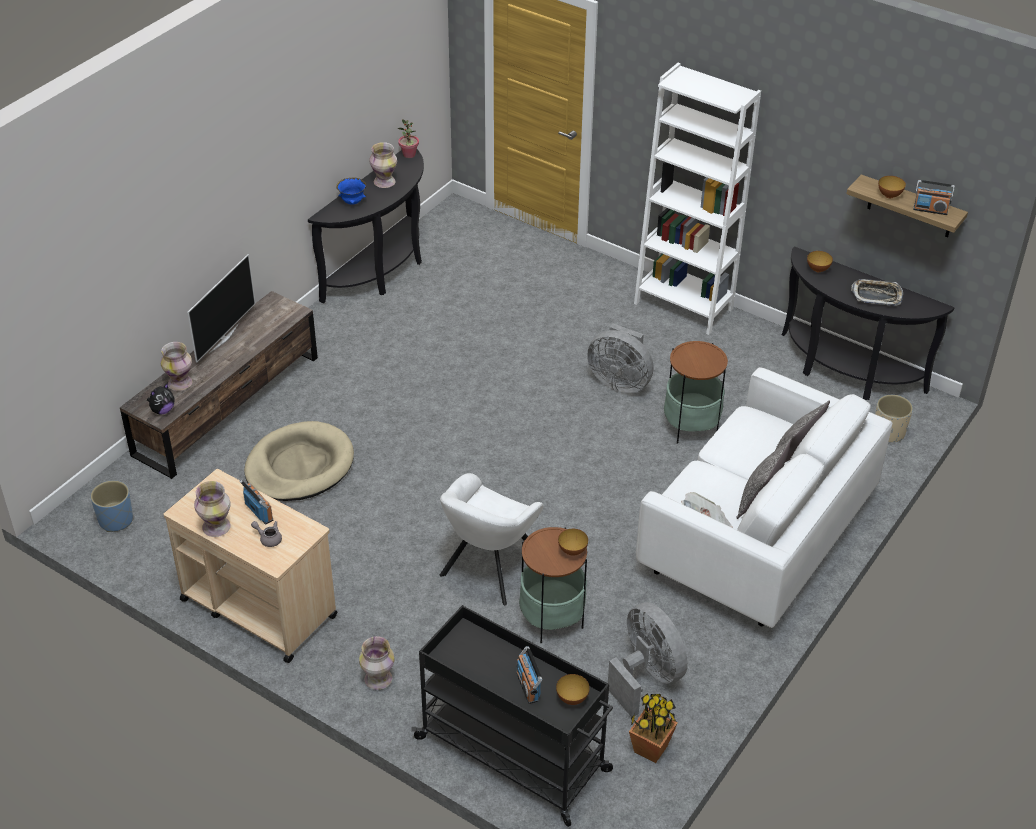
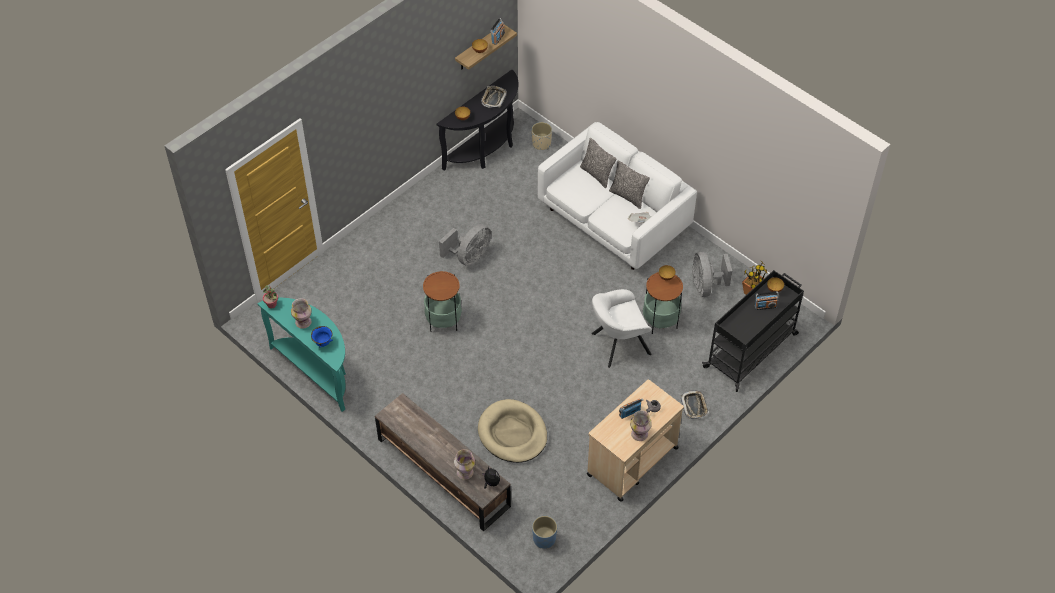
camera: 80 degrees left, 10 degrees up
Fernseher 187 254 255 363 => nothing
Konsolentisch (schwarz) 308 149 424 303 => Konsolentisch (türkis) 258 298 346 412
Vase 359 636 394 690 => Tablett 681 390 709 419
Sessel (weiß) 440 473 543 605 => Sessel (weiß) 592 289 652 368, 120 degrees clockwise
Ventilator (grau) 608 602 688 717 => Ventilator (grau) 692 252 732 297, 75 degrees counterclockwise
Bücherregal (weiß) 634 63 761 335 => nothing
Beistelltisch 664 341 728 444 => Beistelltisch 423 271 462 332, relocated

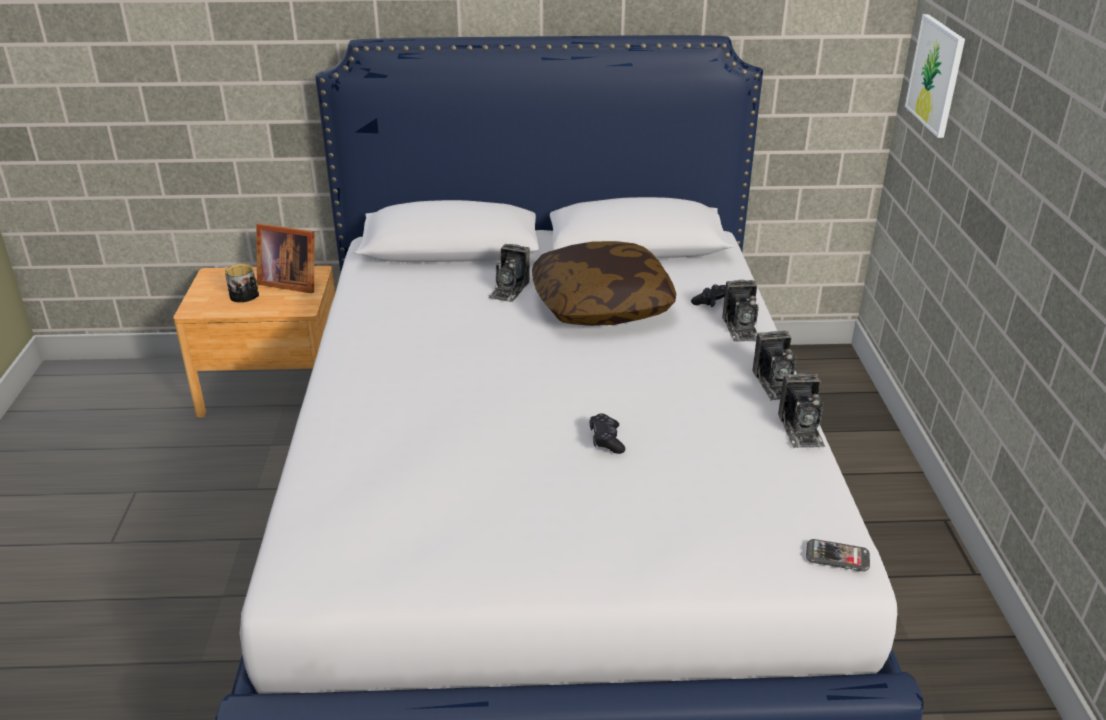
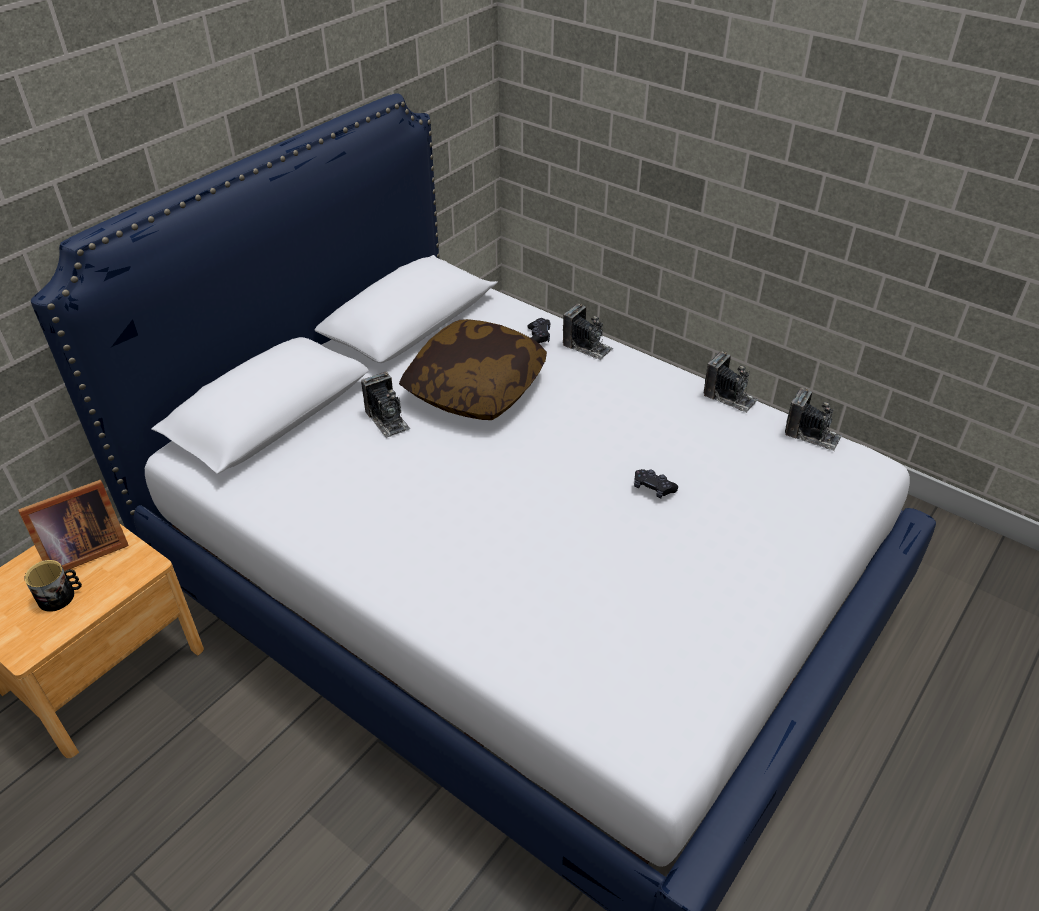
camera: 50 degrees left, 10 degrees up
Kamera 752 331 797 401 => Kamera 785 388 842 451, relocated
Handy 806 539 870 572 => nothing
Bild 905 14 965 138 => nothing

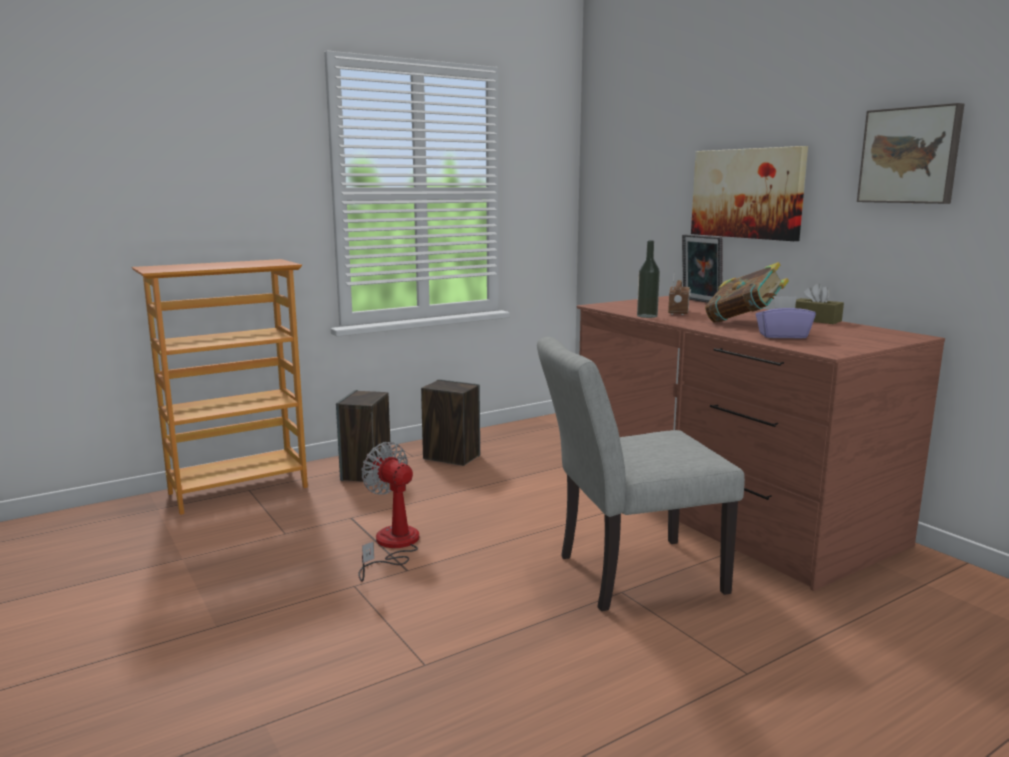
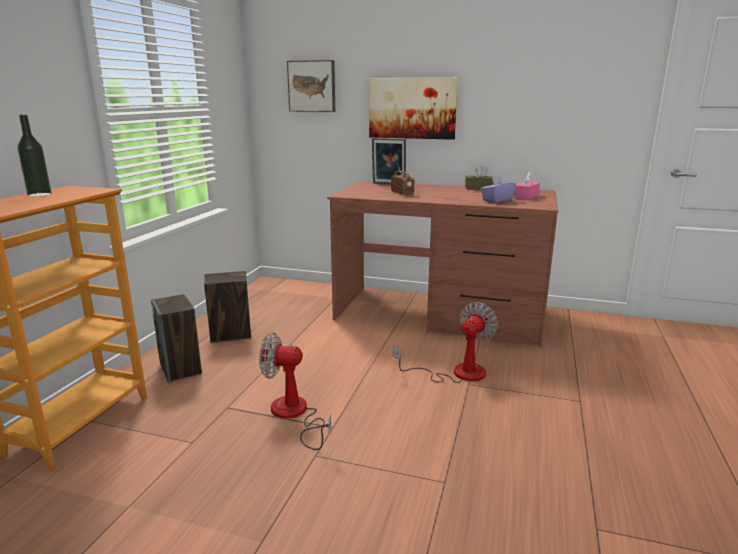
camera: 40 degrees left, 5 degrees up
Stuhl (grau) 537 337 745 611 => Ventilator 393 302 498 383
Flasche 637 240 660 318 => Flasche 17 115 52 197, relocated
Buch 705 262 789 323 => nothing
Bild 857 103 965 204 => Bild 287 60 335 112, relocated
nothing => Taschentuchbox (rosa) 513 172 540 200

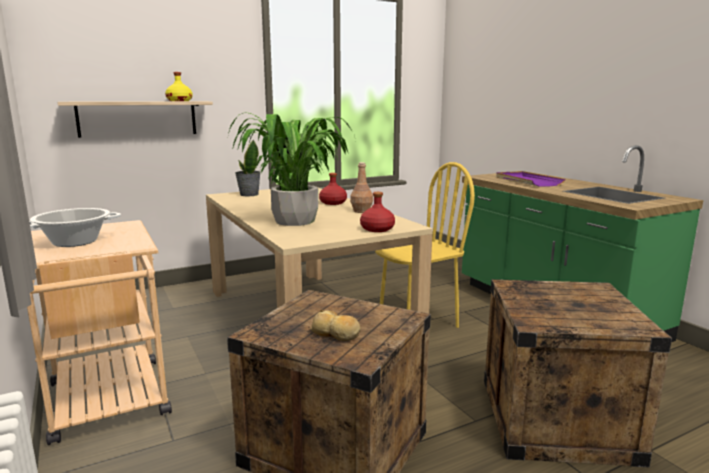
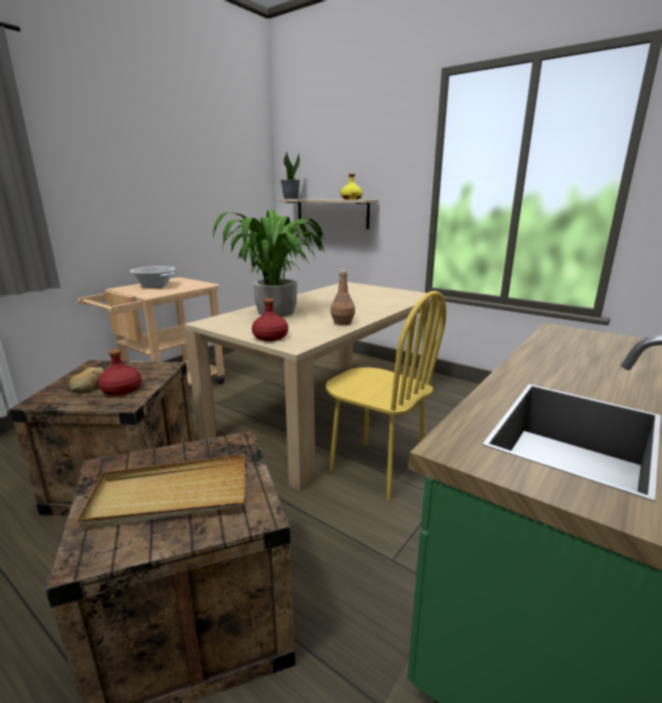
camera: 65 degrees right, 5 degrees up
Topfpflanze 235 139 260 196 => Topfpflanze 281 151 300 199, relocated
Flasche (rot) 319 173 347 205 => Flasche (rot) 98 349 141 396, relocated
Tablett (lila) 496 171 565 187 => nothing
nothing => Tablett (beige) 78 454 245 530

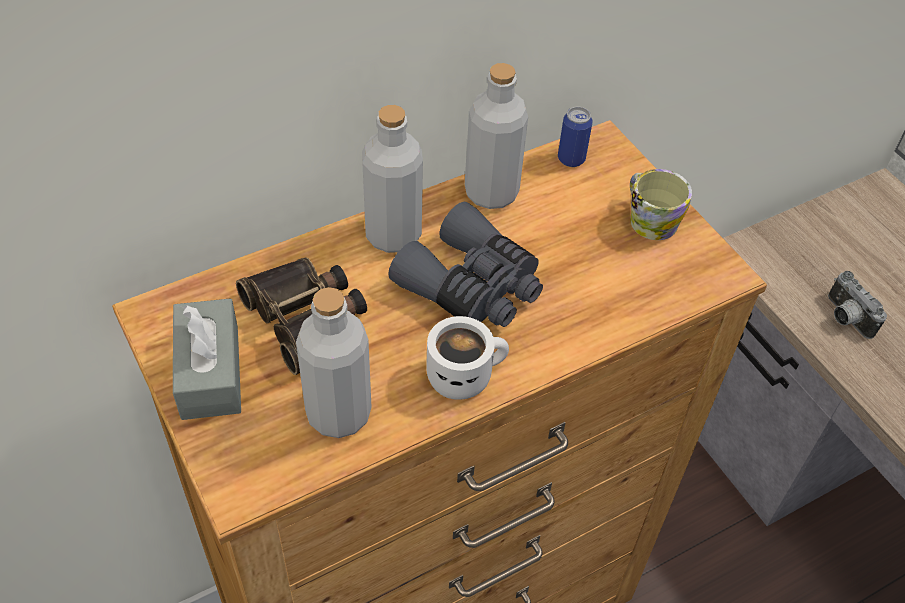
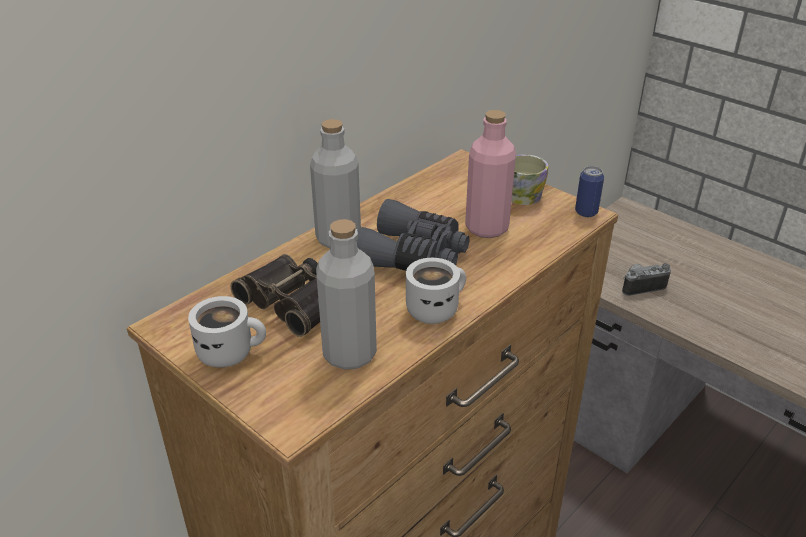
camera: 15 degrees left, 15 degrees down
Taschentuchbox (grau) 173 298 241 420 => Henkelbecher (weiß) 188 296 266 367
Flasche (grau) 465 63 528 209 => nothing
Dose 558 106 593 167 => Dose 575 166 604 217, relocated
Kamera 828 271 887 339 => Kamera 622 263 671 296, 120 degrees clockwise
nothing => Flasche (rosa) 465 110 516 238

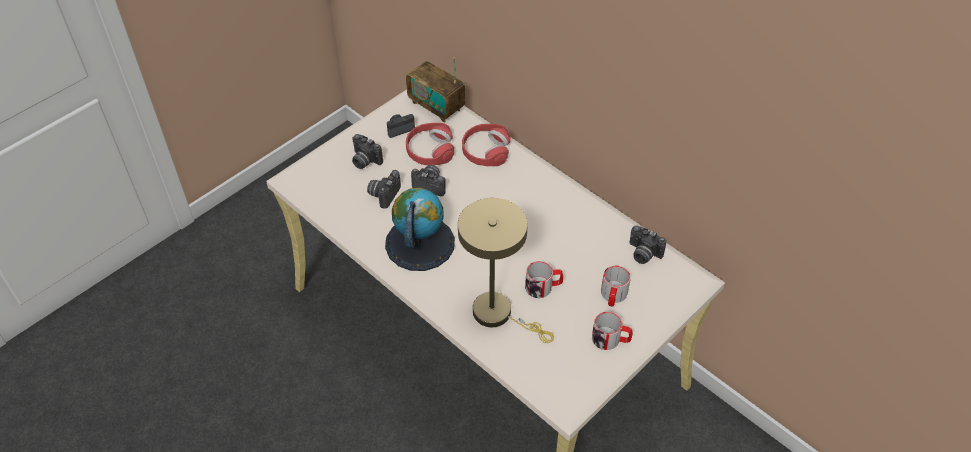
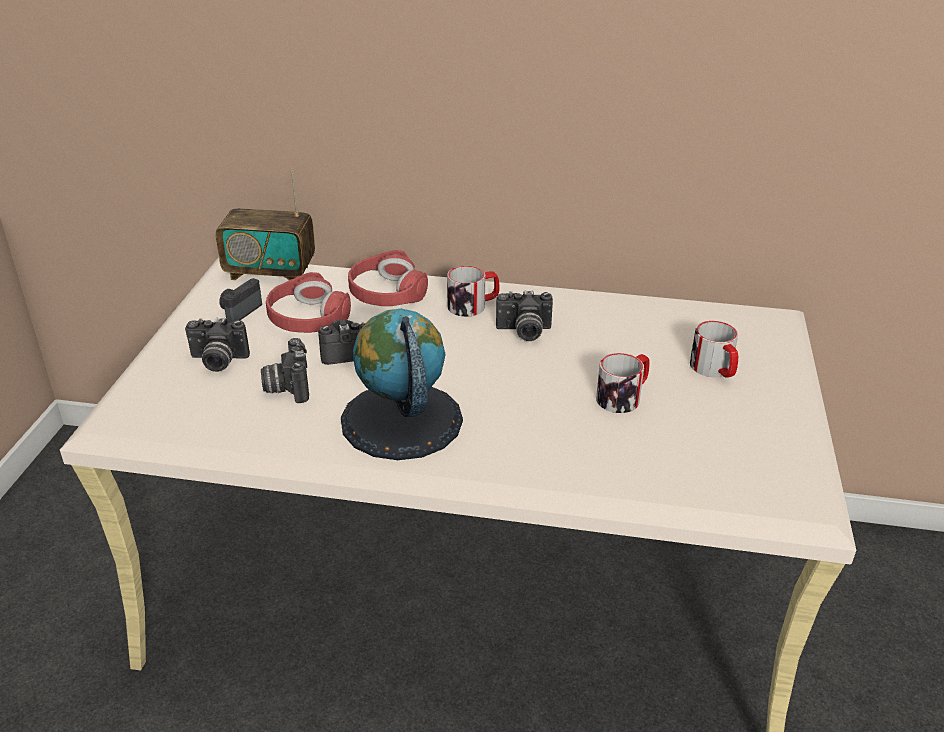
camera: 35 degrees left, 15 degrees down
Tischlampe (beige) 458 198 554 343 => nothing
Henkelbecher 592 311 632 350 => Henkelbecher 447 266 500 317, relocated
Kamera 629 225 666 264 => Kamera 496 290 553 341, relocated

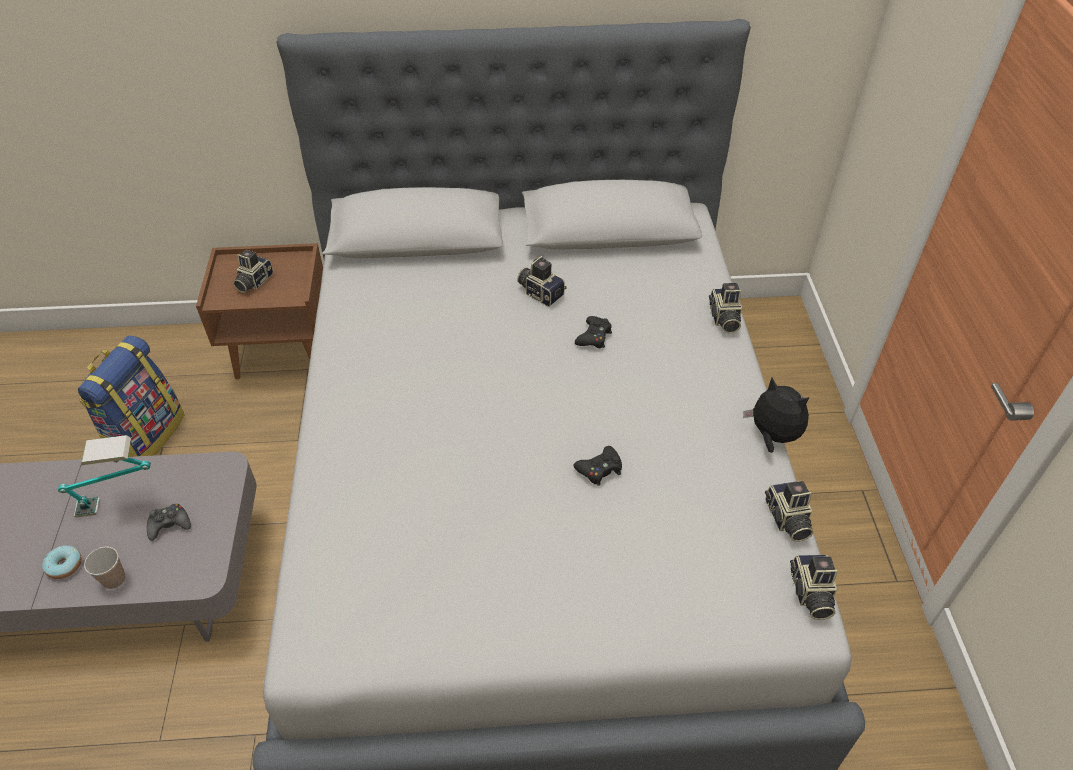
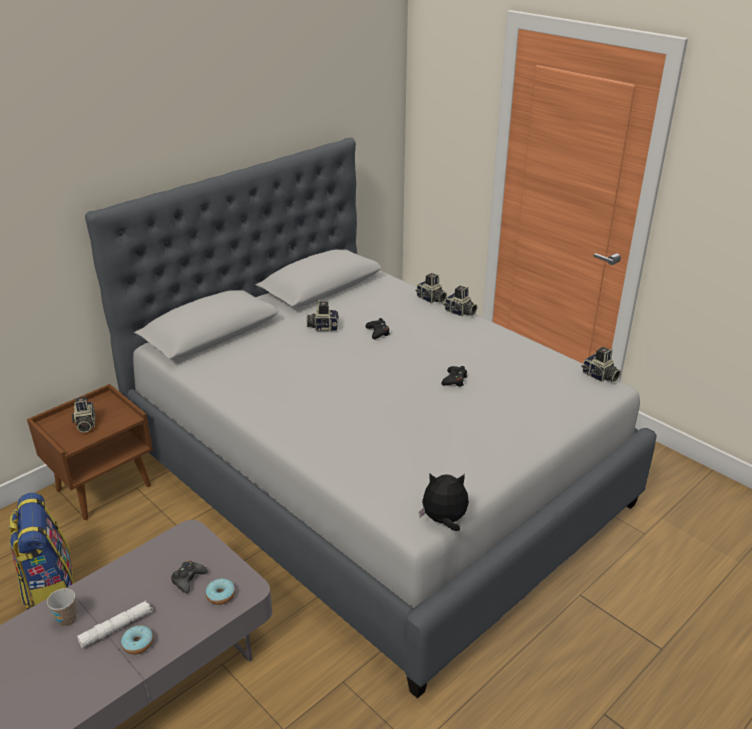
camera: 40 degrees left, 15 degrees down
Tischlampe 58 435 151 517 => nothing
Tasse 84 547 125 589 => Tasse 47 588 77 627, relocated
Plüschtier 743 378 809 453 => Plüschtier 419 474 469 531, relocated
Kamera 765 481 813 542 => Kamera 443 286 477 317, relocated
nothing => Taschenlampe (weiß) 77 600 153 648
nothing => Donut 206 578 235 605

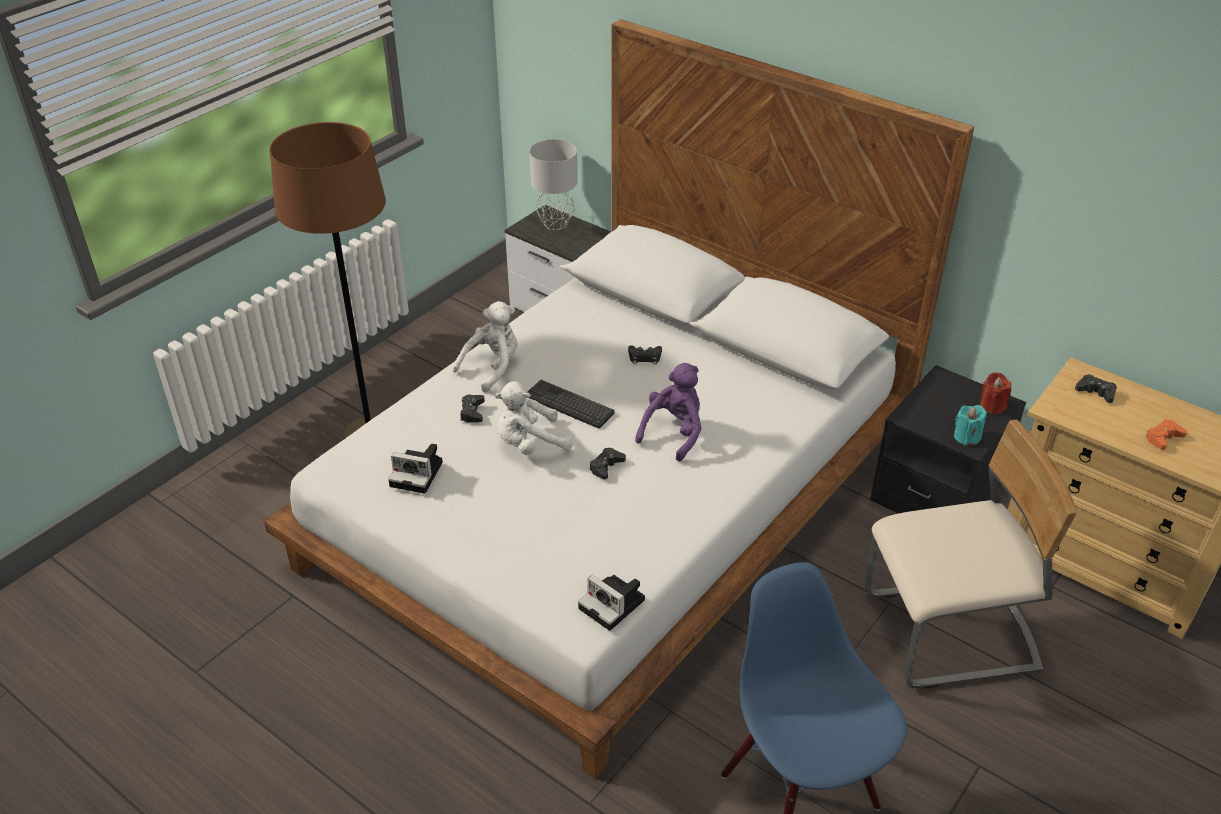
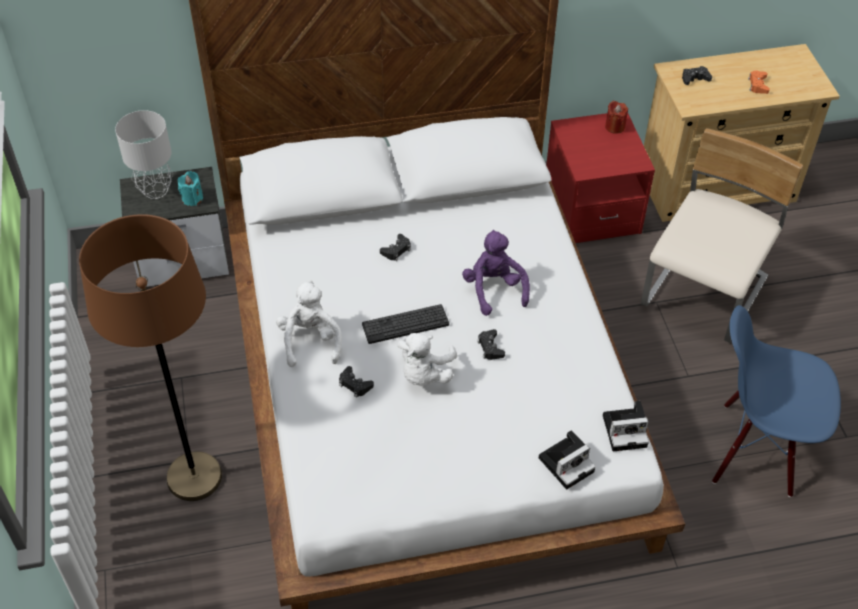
camera: 50 degrees left, 10 degrees up
Kamera 388 443 443 494 => Kamera 539 430 596 489, relocated
Nachttisch (schwarz) 870 365 1026 514 => Nachttisch (rot) 546 113 655 243
Kerze (türkis) 954 405 987 446 => Kerze (türkis) 177 171 203 206, relocated

